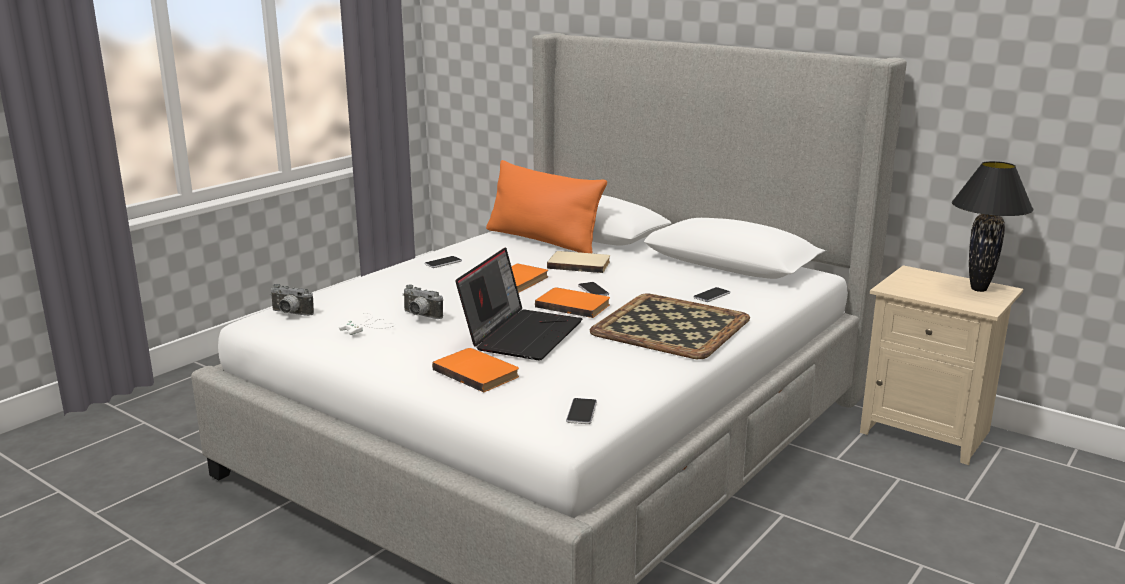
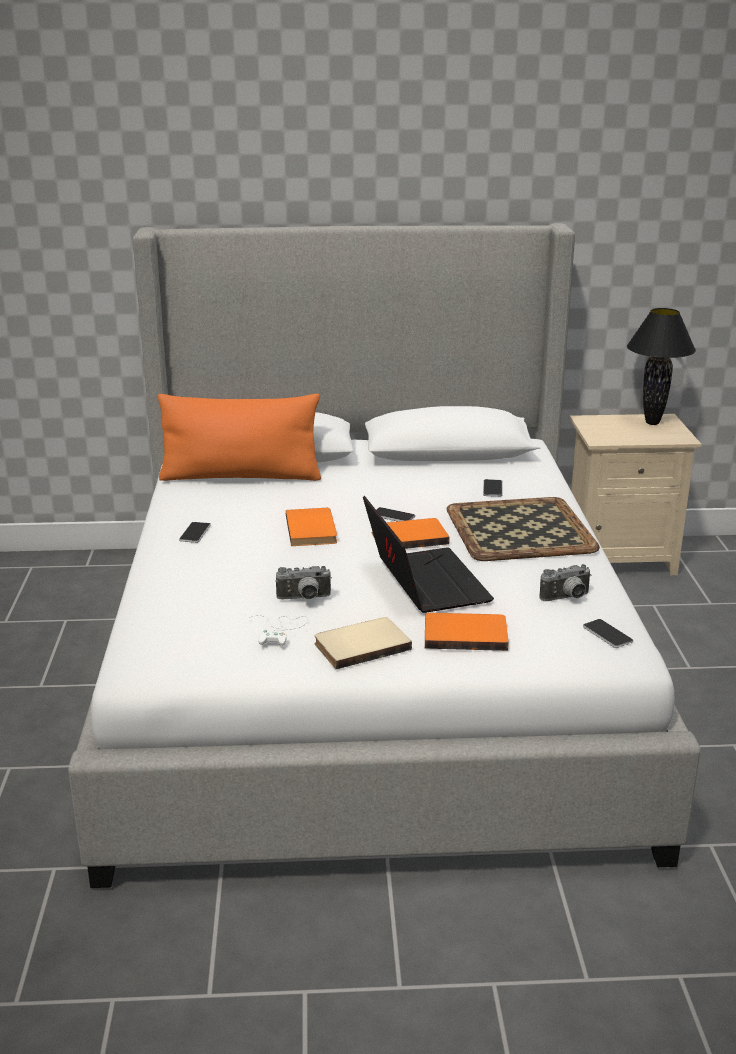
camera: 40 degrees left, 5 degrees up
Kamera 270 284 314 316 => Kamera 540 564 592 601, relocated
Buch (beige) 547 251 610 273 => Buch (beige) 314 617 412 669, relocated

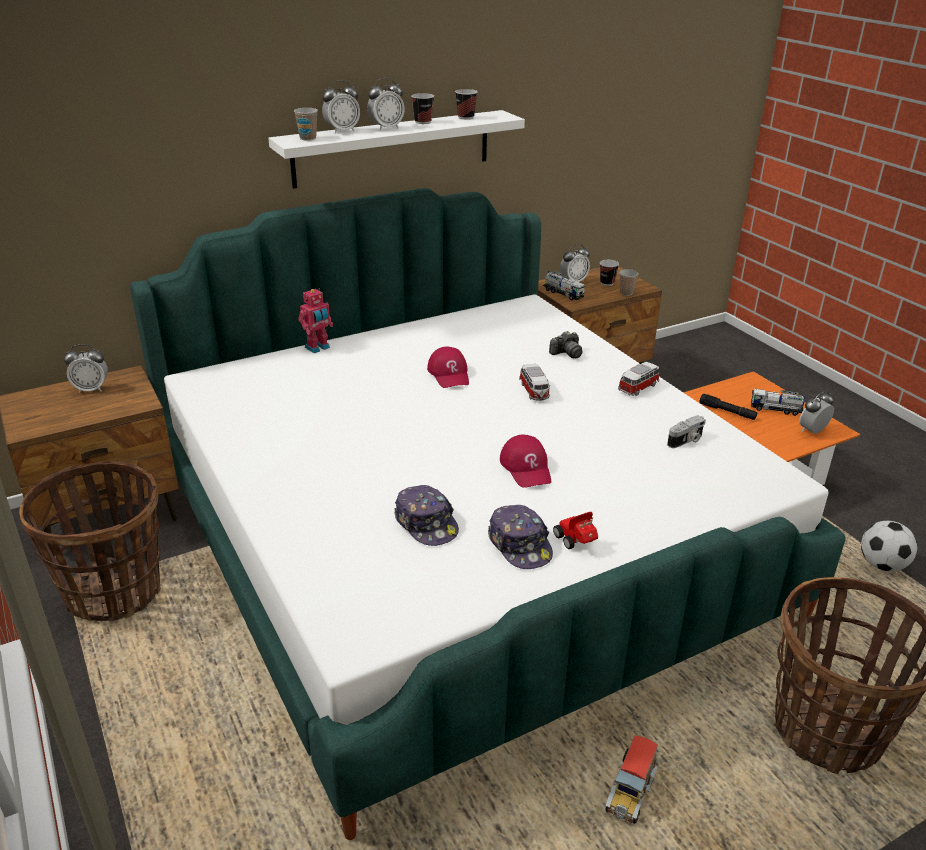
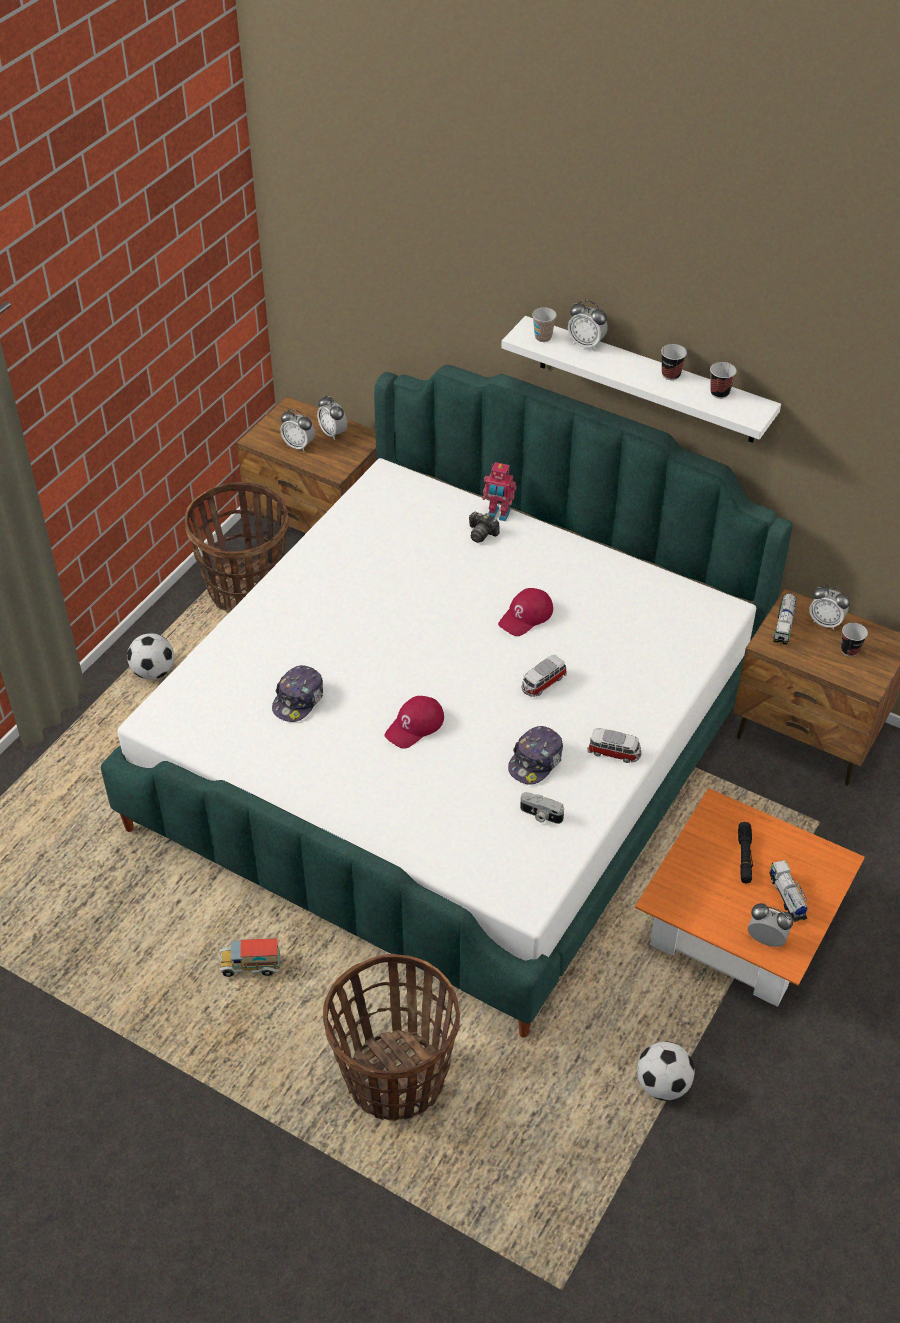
camera: 60 degrees right, 15 degrees up
Wecker 367 78 405 131 => Wecker 280 409 315 451, relocated
Kappe 488 505 553 569 => Kappe 508 726 563 785, relocated
Kamera 549 331 582 358 => Kamera 469 512 500 543, relocated
Spielzeugauto 553 512 598 549 => nothing
Tasse 619 269 638 296 => nothing
nothing => Fußball 127 633 174 680

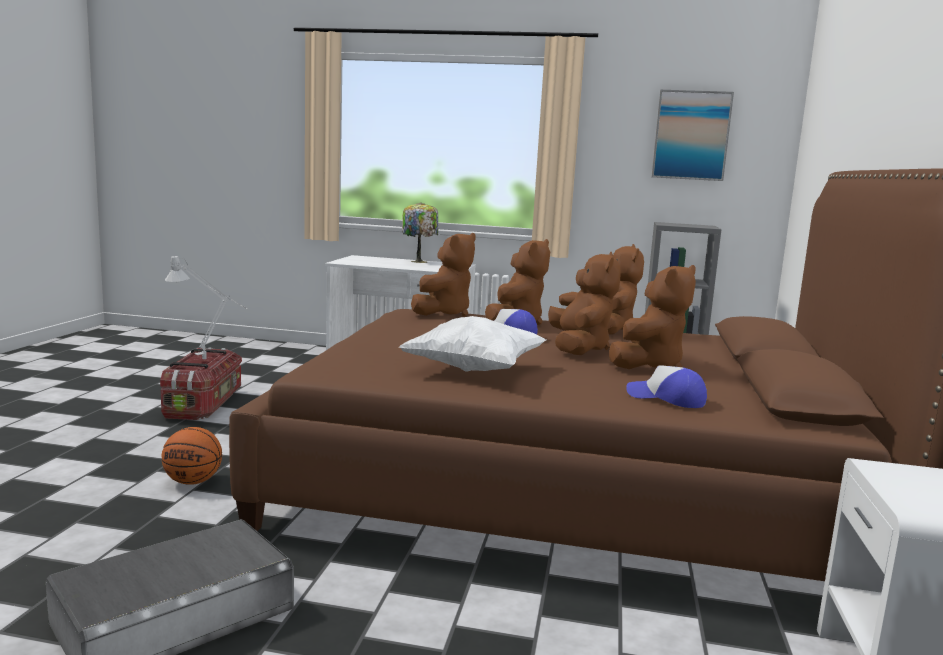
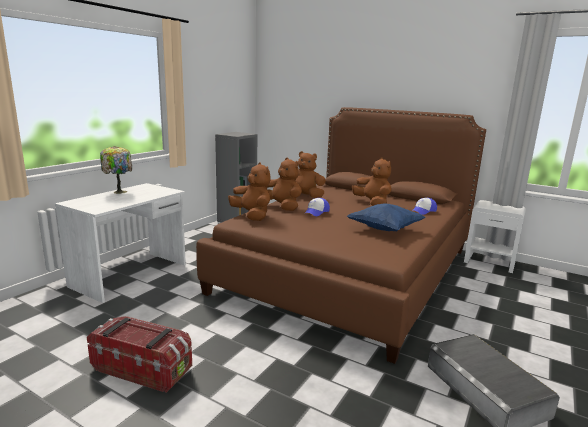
camera: 70 degrees left, 5 degrees up
Basketball 162 427 222 485 => nothing
Tischlampe (grau) 165 255 247 359 => nothing
Kissen (weiß) 399 316 546 372 => Kissen (blau) 347 204 426 231
Plüschtier (braun) 548 252 621 355 => nothing
Bild 652 90 734 181 => nothing

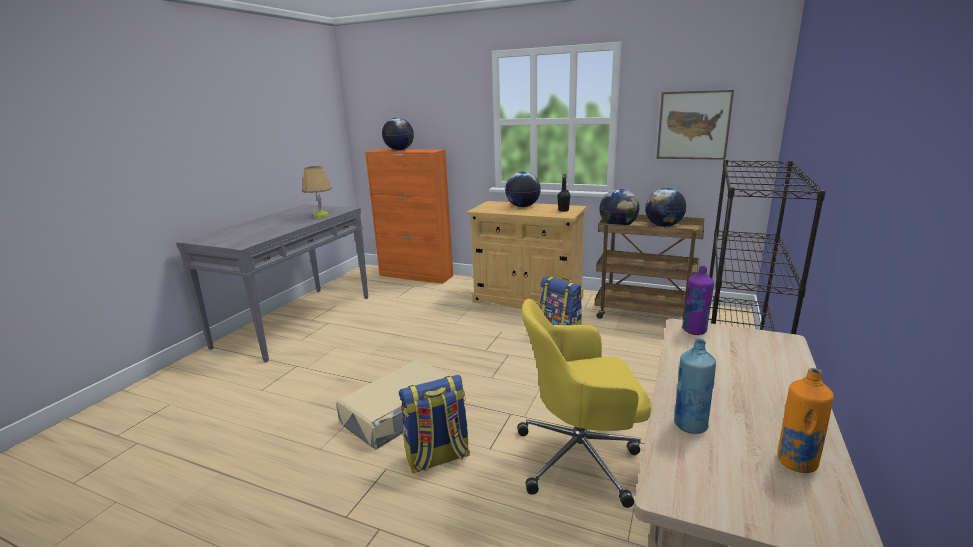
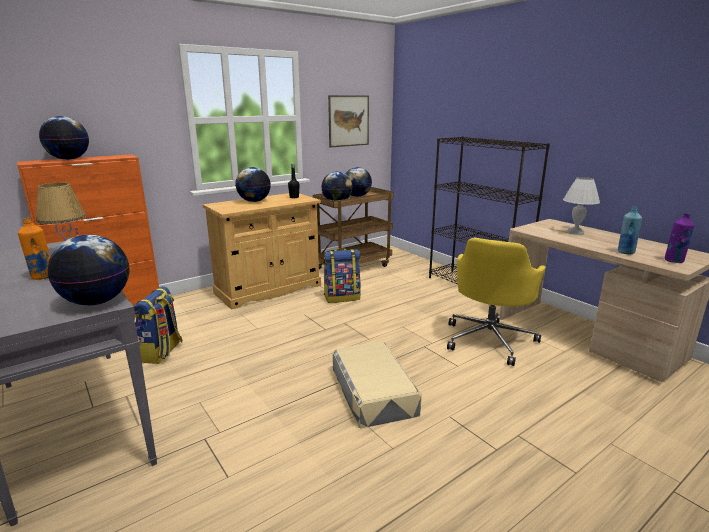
camera: 60 degrees left, 0 degrees up
Rucksack 399 375 470 474 => Rucksack 134 286 183 364, relocated
Flasche (lila) 682 266 714 335 => Flasche (lila) 665 213 695 263, relocated
Flasche (orange) 777 368 834 473 => Flasche (orange) 18 218 50 280, relocated
nothing => Globus 48 235 129 305
nothing => Tischlampe (weiß) 563 177 600 235

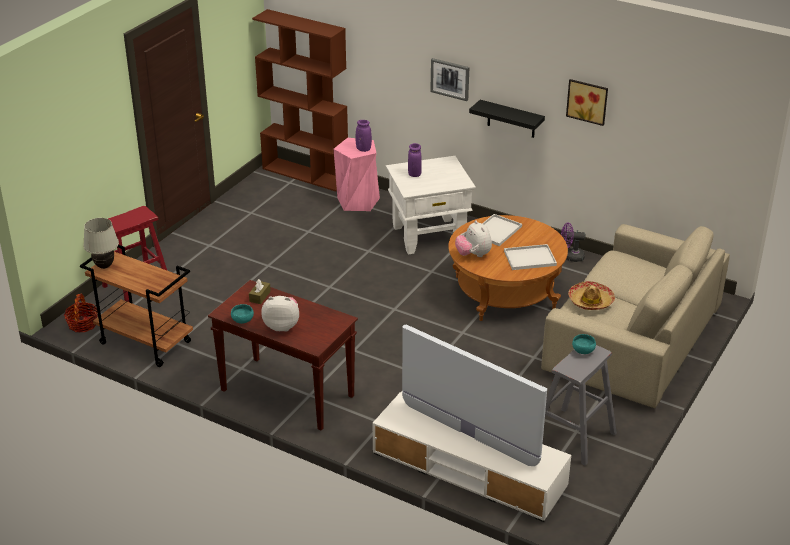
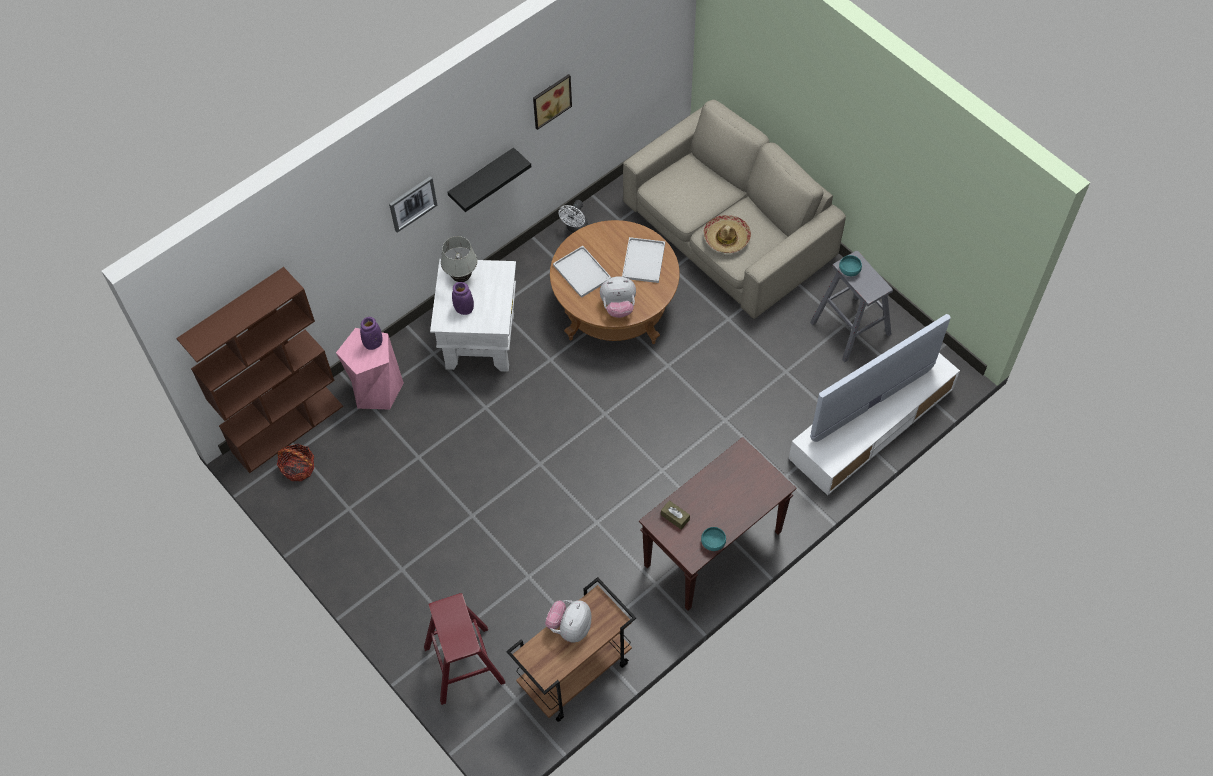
camera: 70 degrees left, 25 degrees up
Korb 64 294 98 332 => Korb 277 444 314 481, relocated
Tischlampe (weiß) 83 218 119 269 => Tischlampe (weiß) 441 236 477 282, relocated
Plüschtier 261 296 299 332 => Plüschtier 545 600 591 643, relocated
Ventilator (lila) 561 223 586 262 => Ventilator (weiß) 558 200 588 233

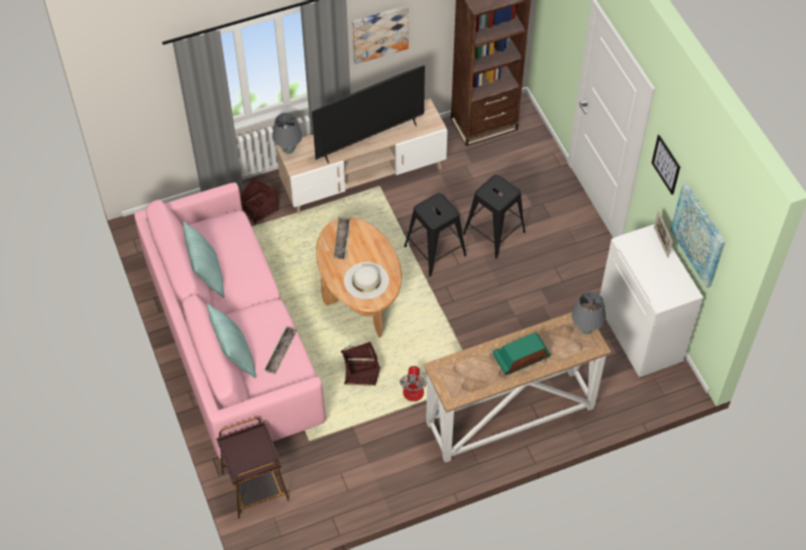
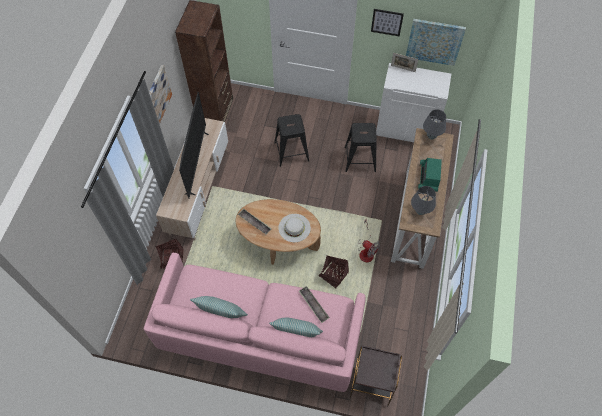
camera: 55 degrees left, 5 degrees up
Tischlampe (grau) 272 113 302 154 => Tischlampe (grau) 411 186 436 215, relocated
Hocker (schwarz) 404 193 467 277 => Hocker (schwarz) 344 123 377 172, relocated

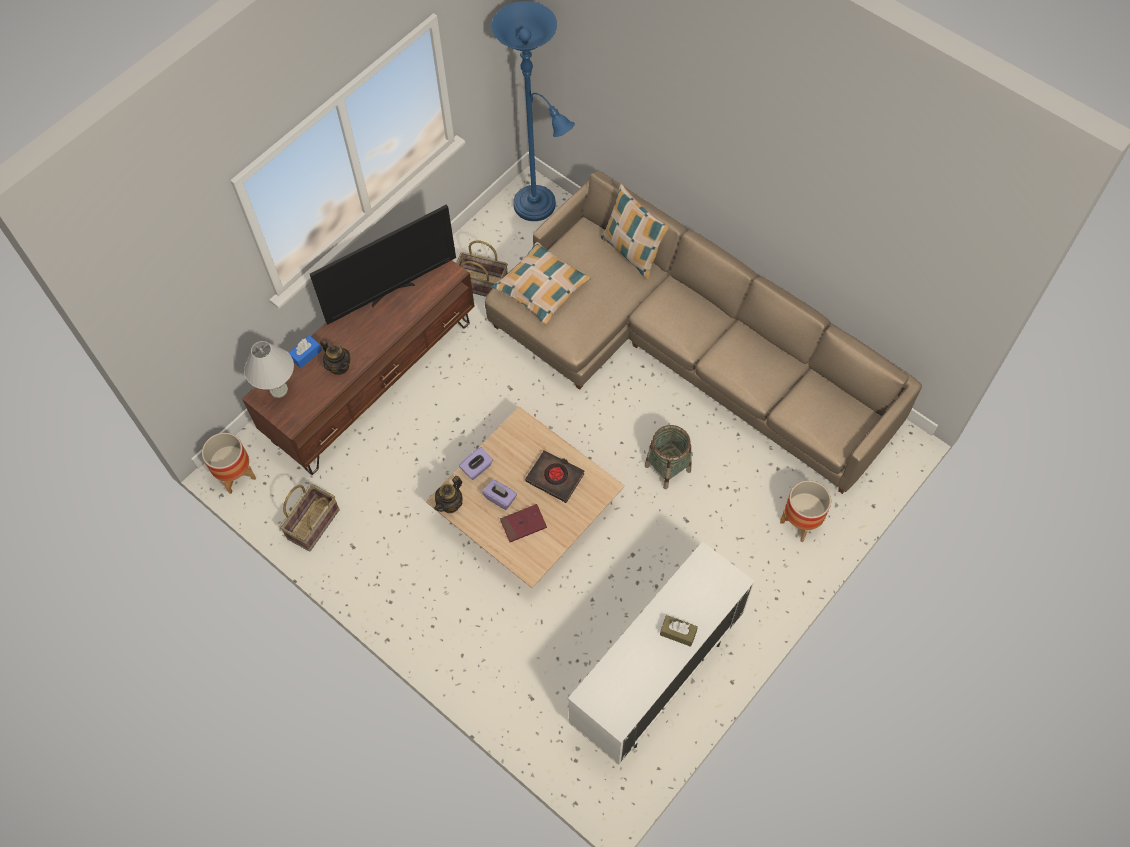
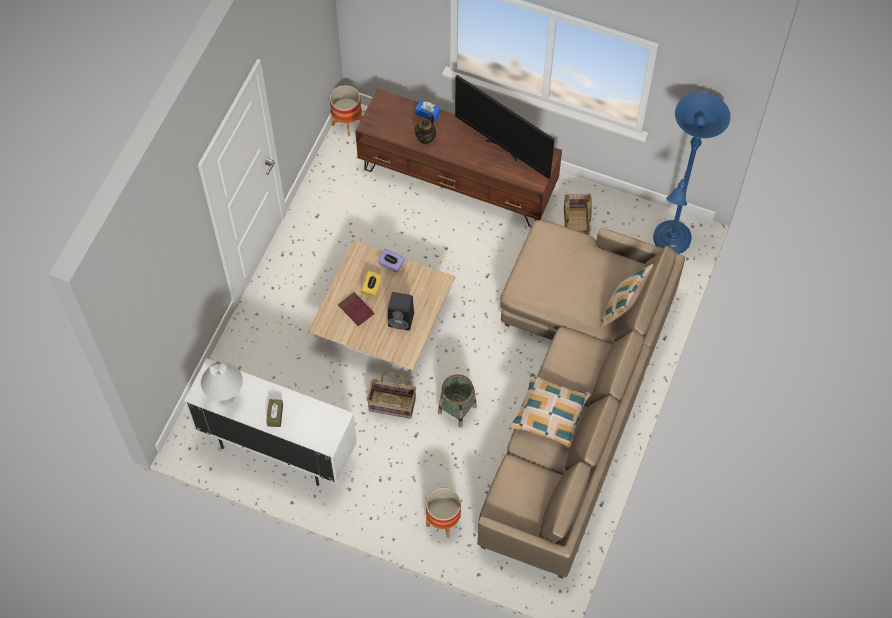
camera: 70 degrees right, 0 degrees up
Tischlampe (weiß) 244 341 294 398 => Tischlampe (weiß) 201 361 243 405, relocated
Korb 280 484 339 552 => Korb 367 372 416 419, relocated
Teekanne 434 476 462 513 => nothing
Taschentuchbox (lila) 482 480 517 510 => Taschentuchbox (gelb) 361 271 382 297
Kissen 491 242 591 324 => Kissen 510 373 590 448, relocated
Buch (schwarz) 525 450 585 503 => Lautsprecher (schwarz) 388 292 414 330

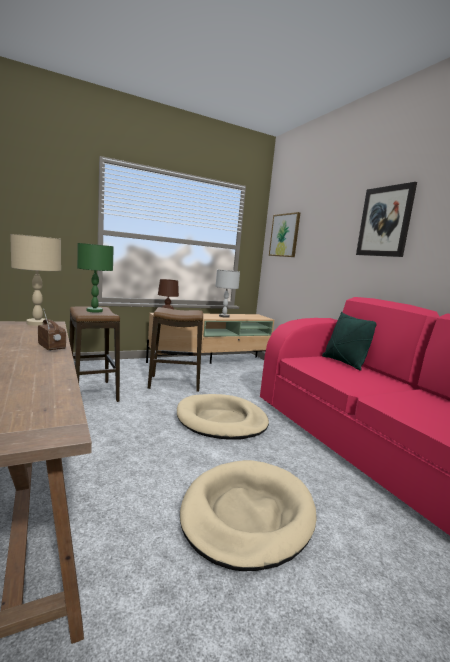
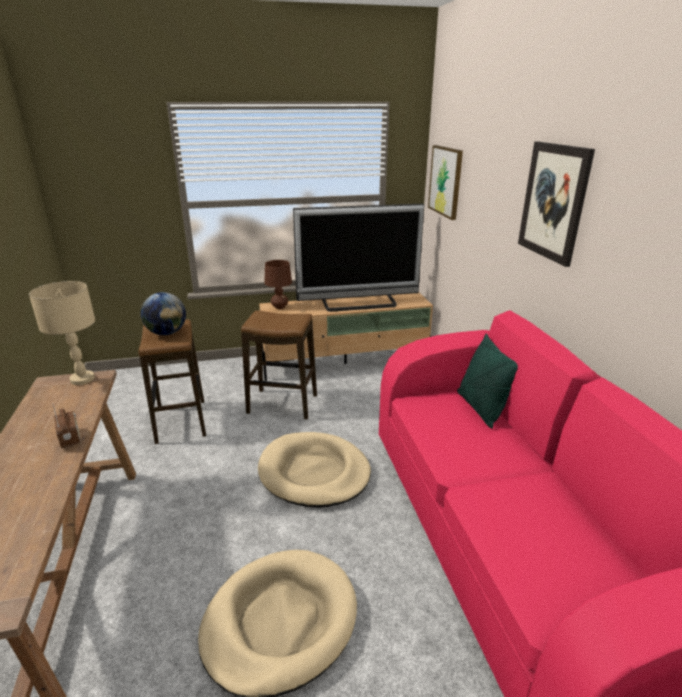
camera: 15 degrees right, 15 degrees up
Tischlampe (grün) 77 243 114 313 => Globus 141 292 186 335
Tischlampe (grau) 215 270 240 318 => Fernseher 293 204 424 312

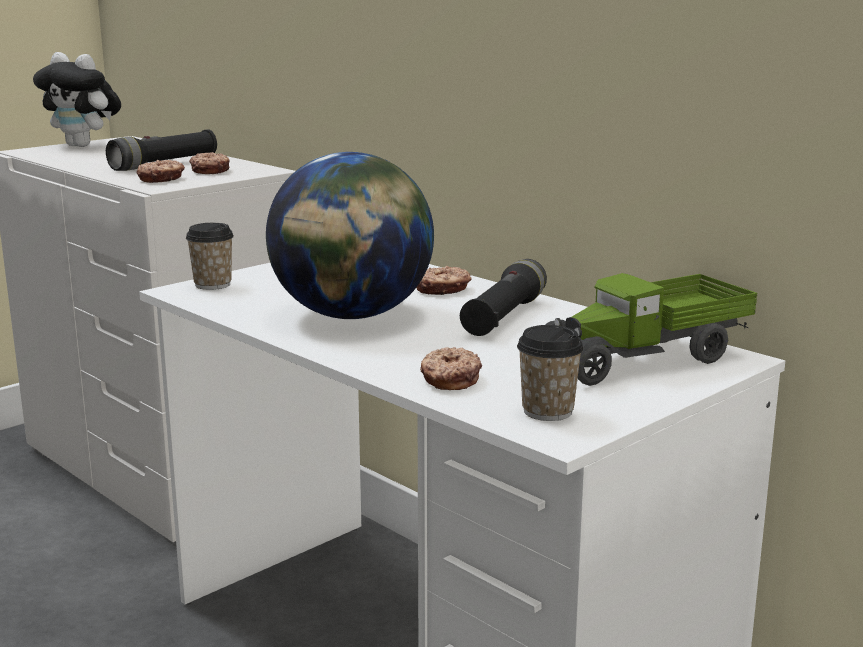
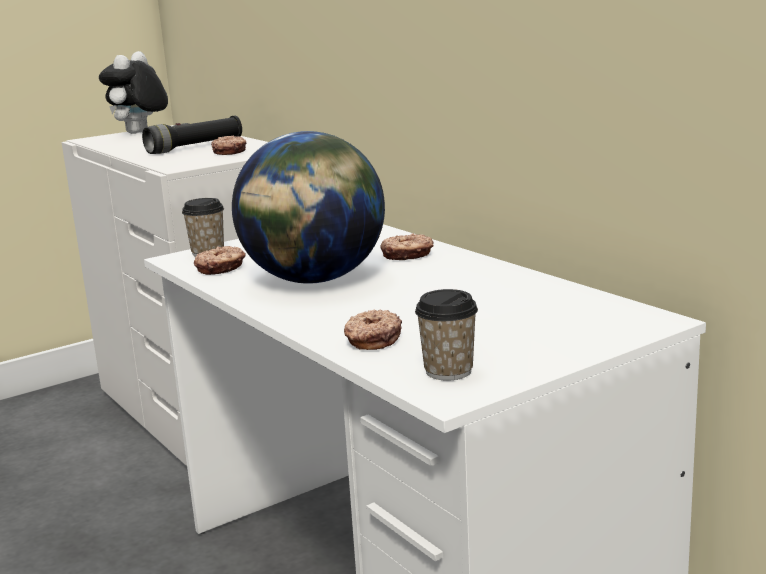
camera: 10 degrees right, 0 degrees up
Plüschtier 33 52 121 147 => Plüschtier 99 51 168 134, 75 degrees clockwise
Donut 136 160 185 183 => Donut 194 246 246 275, relocated
Taschenlampe (schwarz) 460 259 547 336 => nothing
Spielzeuglaster 545 273 757 386 => nothing

